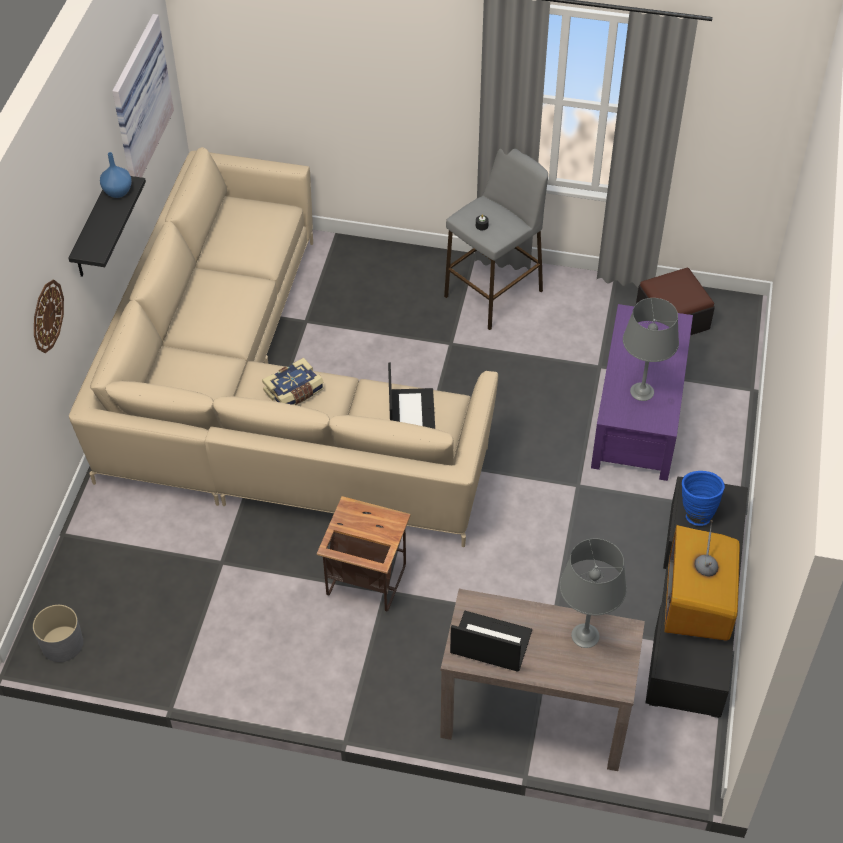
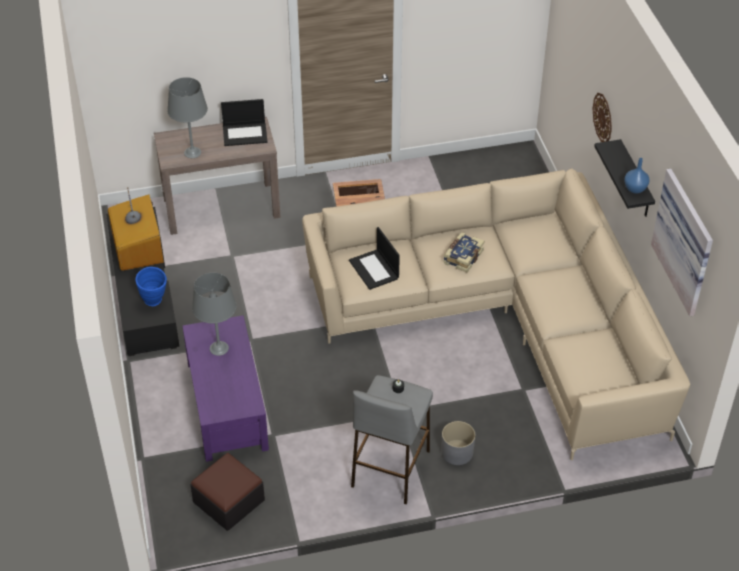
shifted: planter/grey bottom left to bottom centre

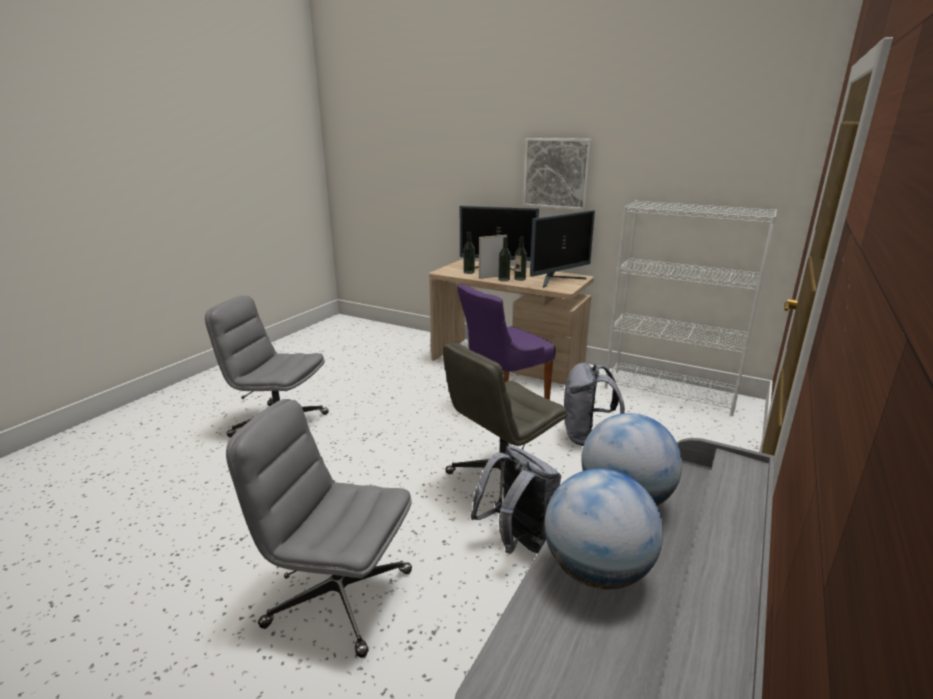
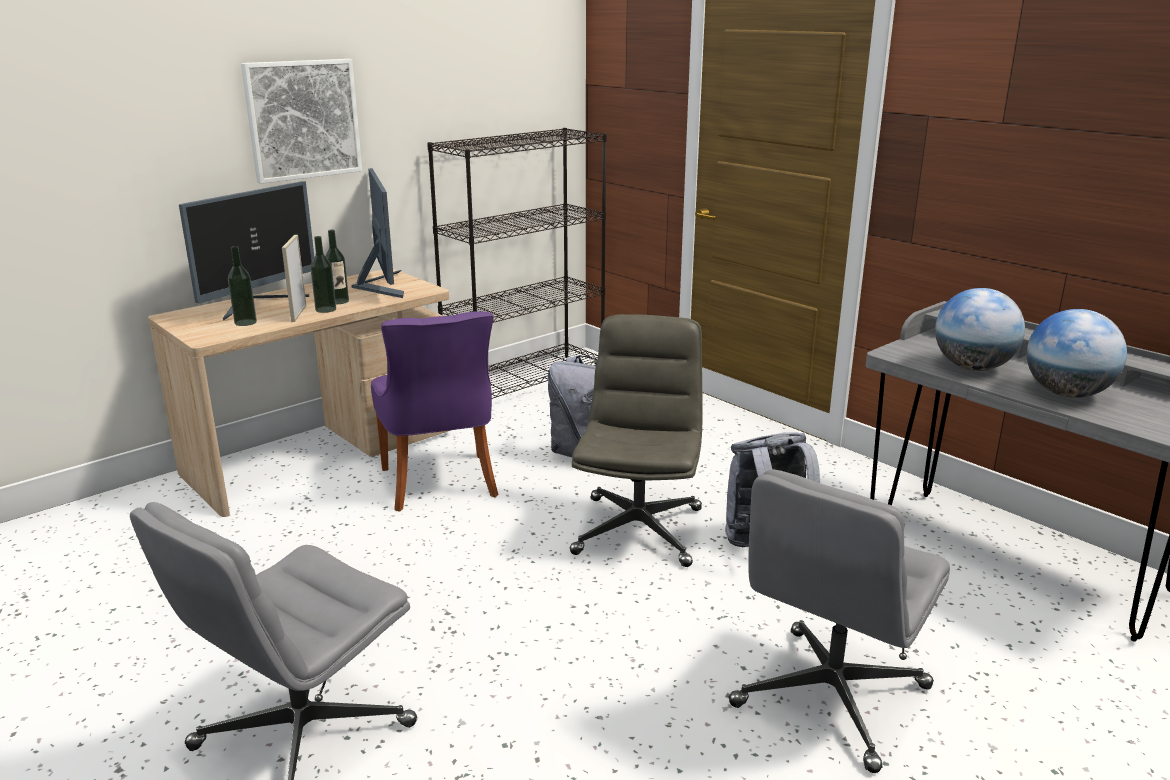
repainted: bookcase/white middle right to bookcase/black centre
rotated: office chair/grey (no. 3 from left in the first image) centre = centre 150 degrees counterclockwise

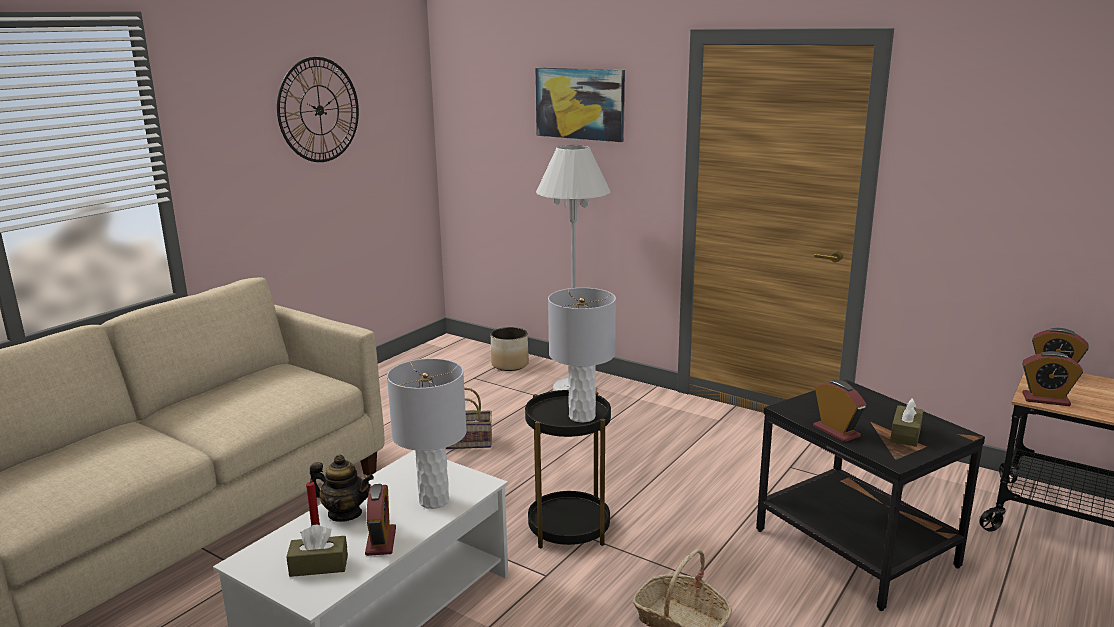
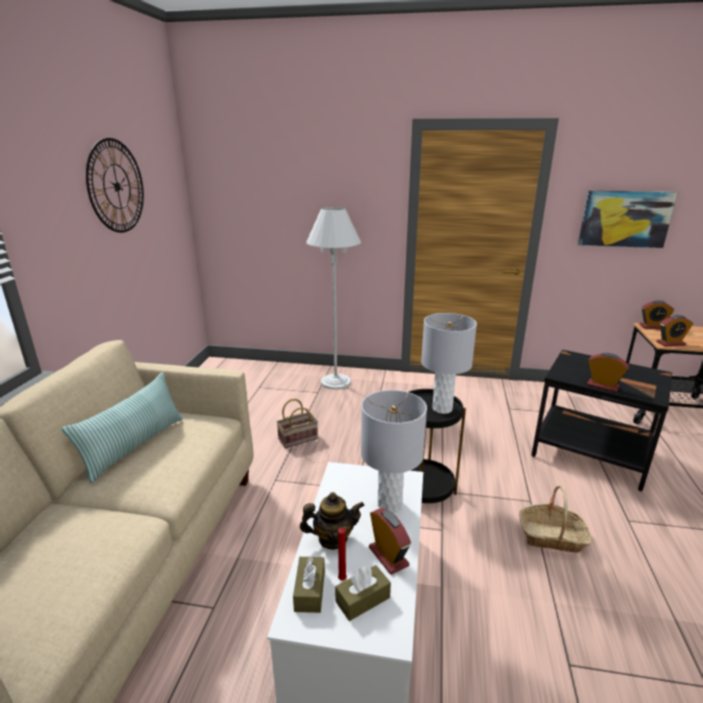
gone: planter centre
new: pillow middle left
shifted: picture top centre to top right; tissue box/brown (no. 2 from left in the first image) bottom right to tissue box/brown (no. 1 from left) bottom centre

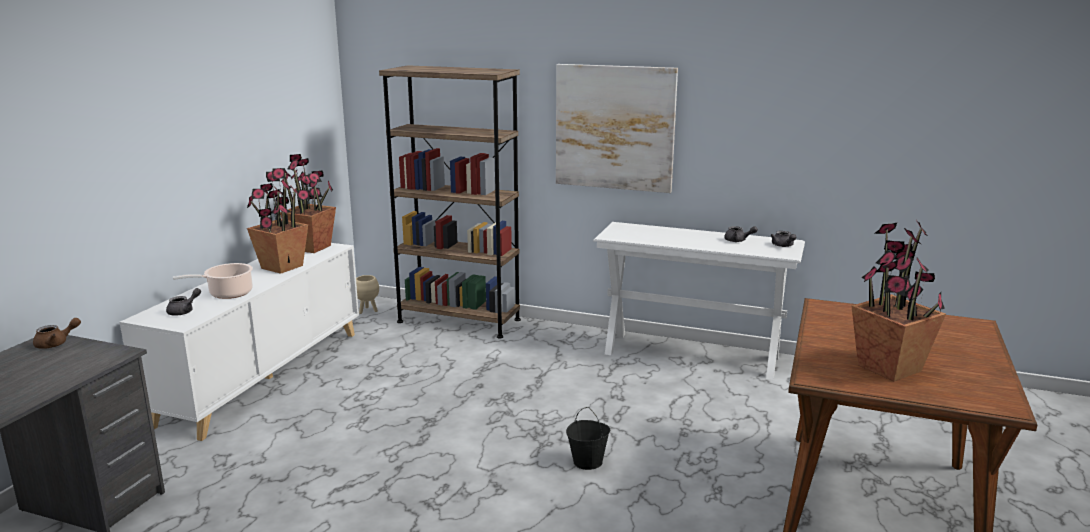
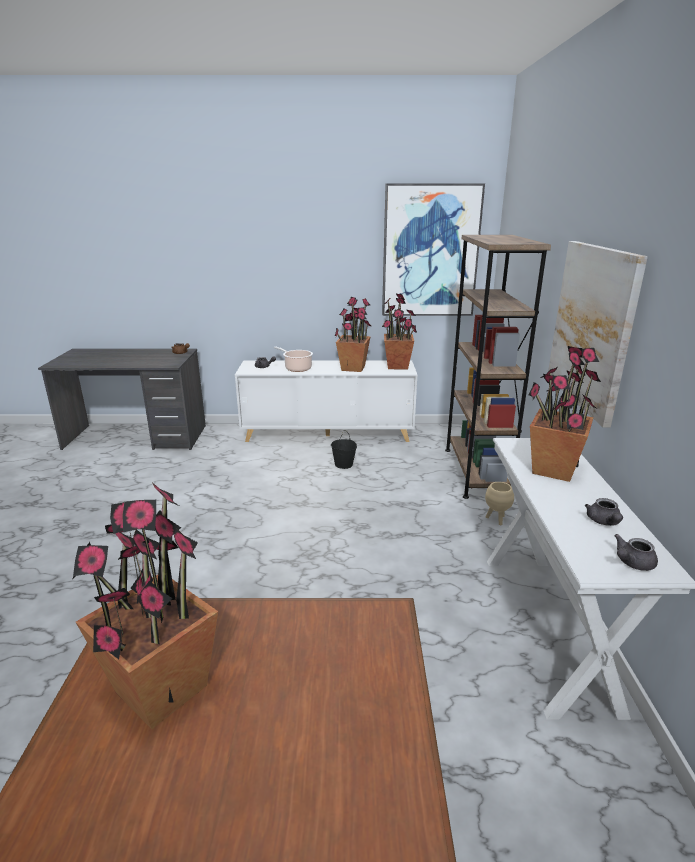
new: picture (no. 1 from left) top centre; potted plant (no. 4 from left) middle right
shifted: planter/beige centre to middle right; bucket/black bottom centre to centre

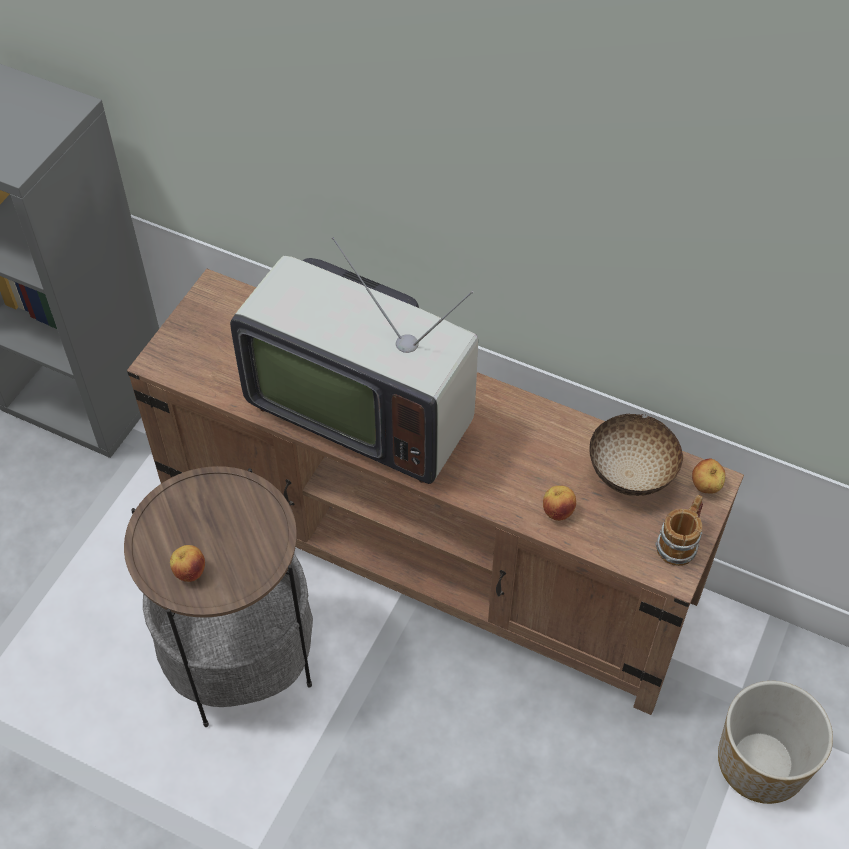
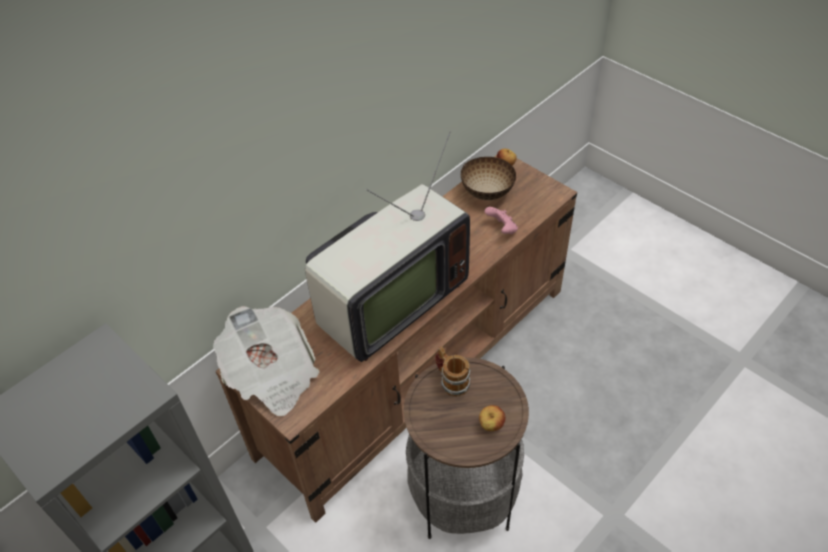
gone: planter bottom right
new: newspaper middle left
shifted: mug middle right to bottom centre
swapped: apple (no. 2 from left) centre to game controller/pink centre

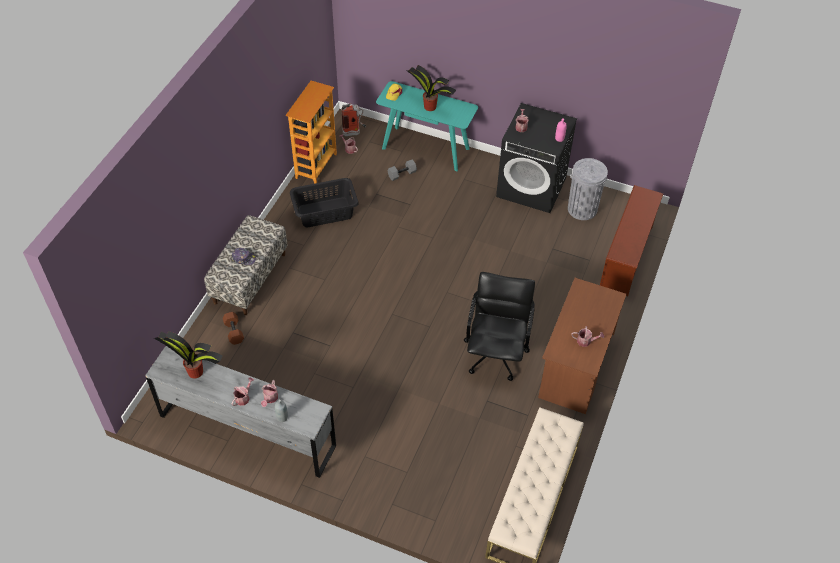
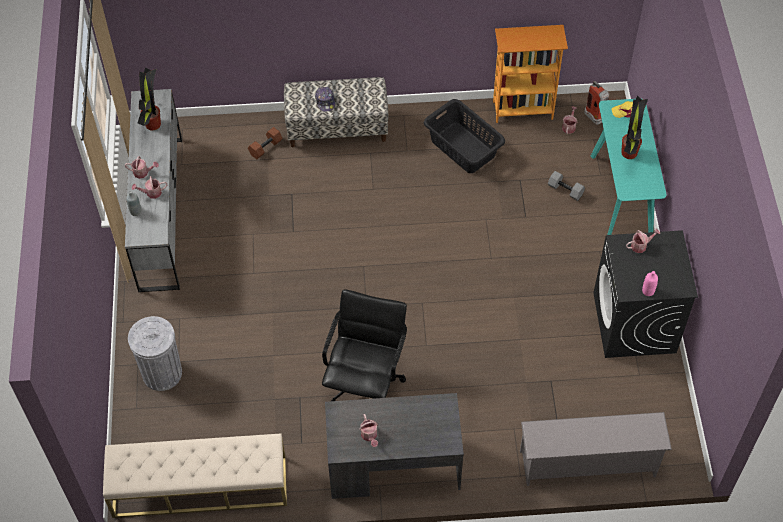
shifted: trash can/grey middle right to bottom left
repainted: desk/brown middle right to desk/grey bottom centre; shoe rack/brown middle right to shoe rack/grey bottom right
rotated: office chair/black centre = centre 60 degrees counterclockwise

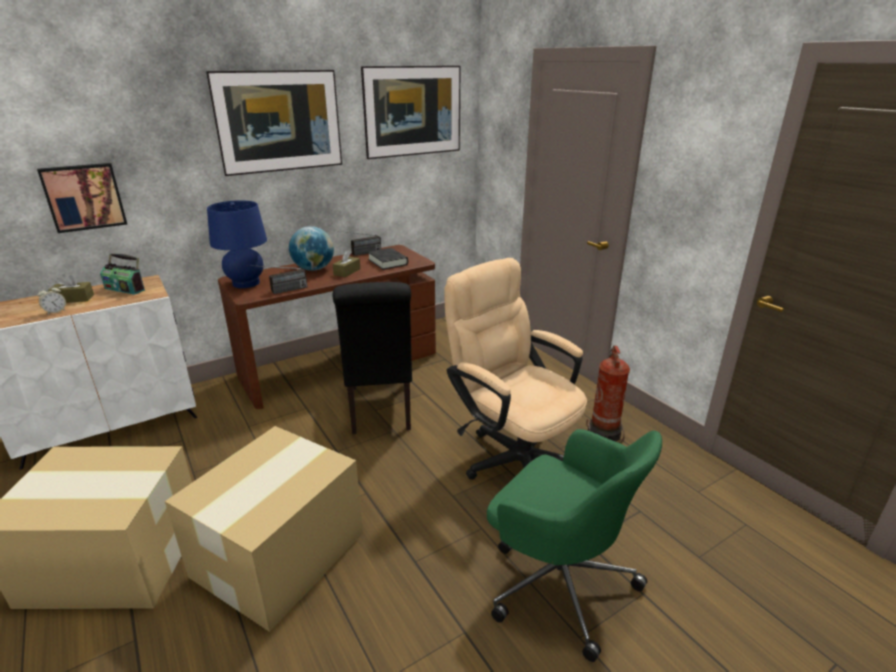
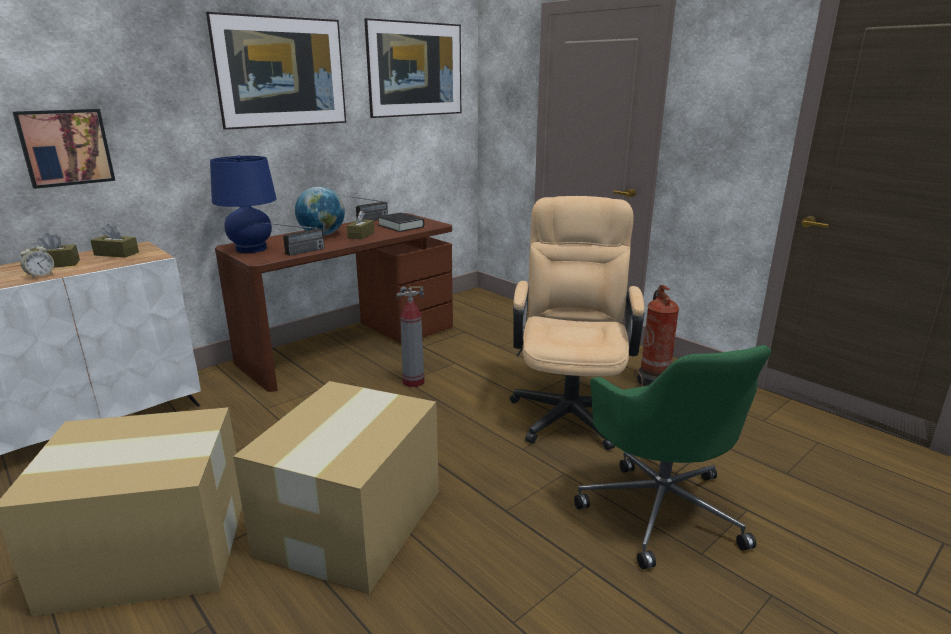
swapped: radio (no. 1 from left) middle left to tissue box/brown (no. 2 from left) middle left; chair/black centre to fire extinguisher (no. 1 from left) centre
rotated: office chair/beige centre = centre 60 degrees clockwise; office chair/green bottom centre = bottom right 45 degrees clockwise

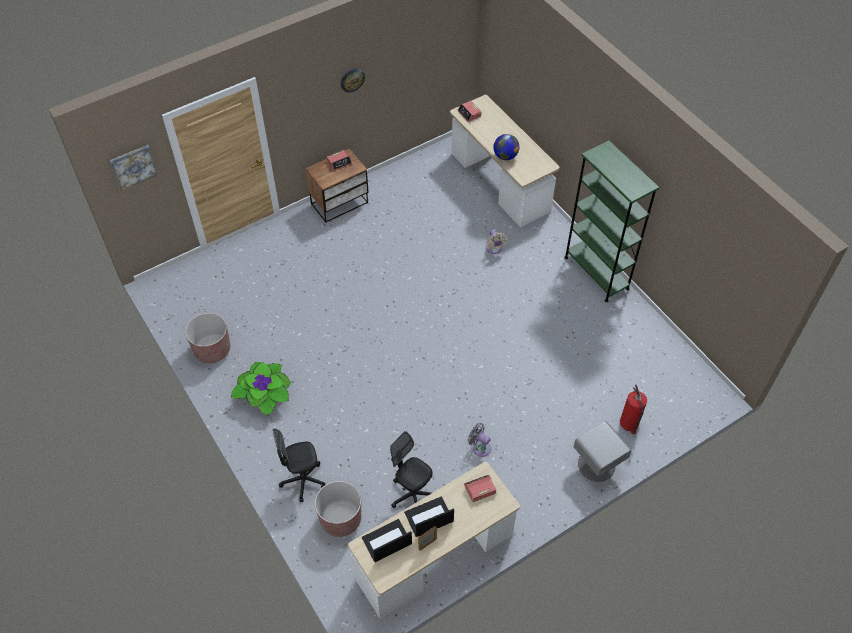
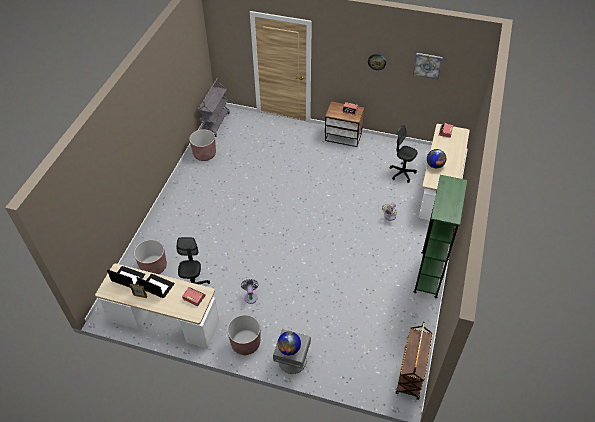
gone: potted plant middle left; fire extinguisher middle right
new: cart/grey top centre; planter/brown (no. 3 from left) bottom centre; globe (no. 1 from left) bottom centre; cart/brown bottom right
shifted: picture top left to top right; office chair/black (no. 1 from left in the first image) bottom centre to office chair/black (no. 2 from left) middle right

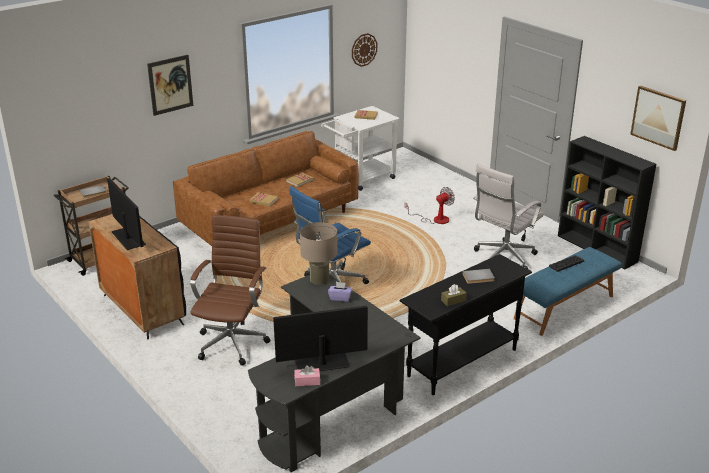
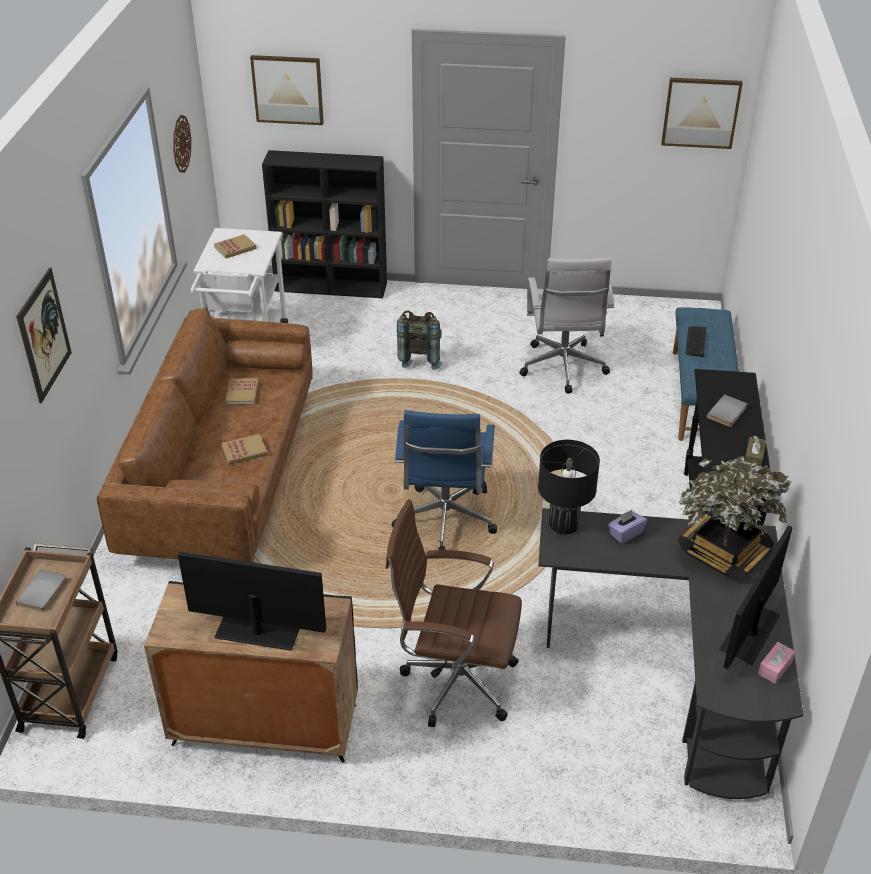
new: picture (no. 2 from left) top left; potted plant middle right
shifted: bookcase/black middle right to top centre
swapped: fan centre to backpack/grey centre
repainted: table lamp/beige centre to table lamp/black centre
rotated: office chair/brown middle left = bottom centre 45 degrees counterclockwise

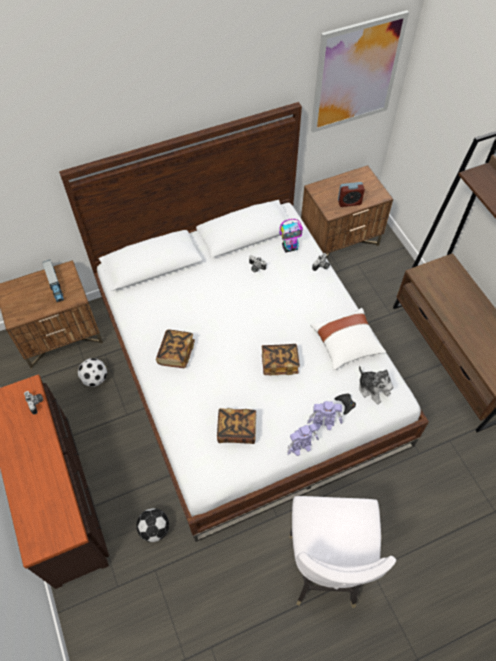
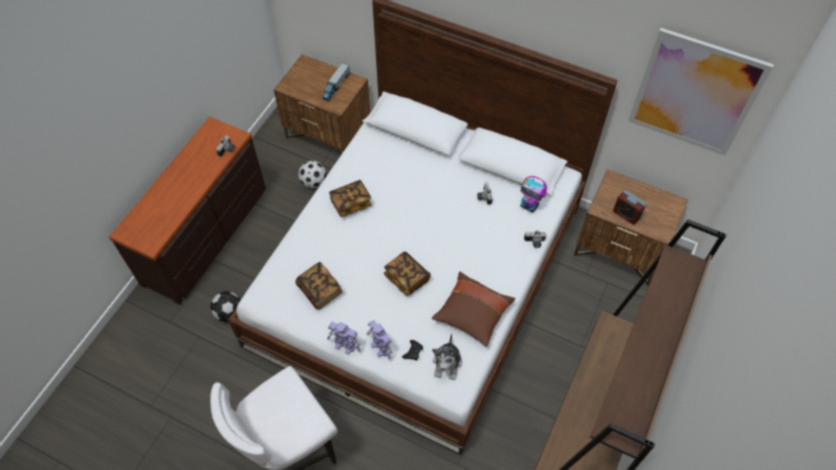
repainted: pillow/white middle right to pillow/brown centre

